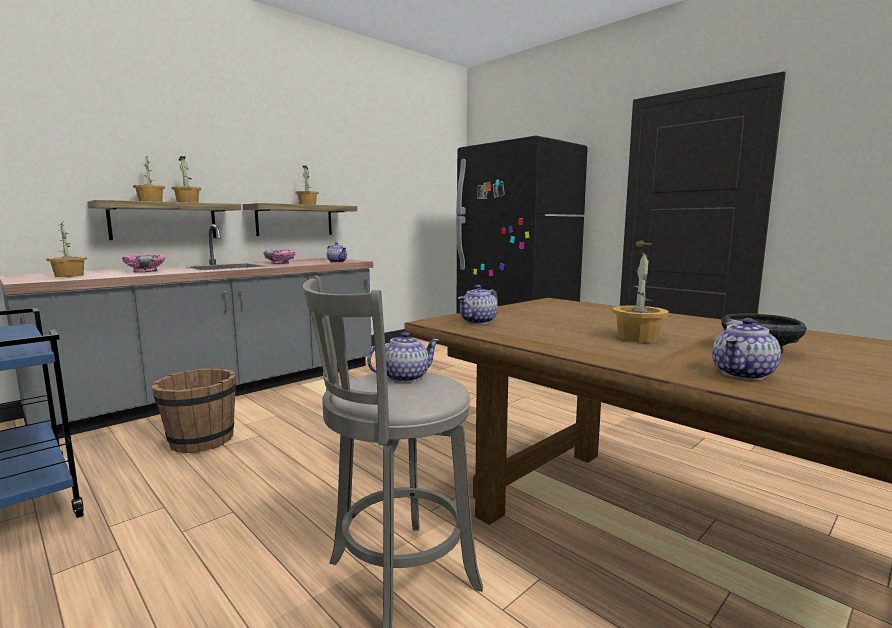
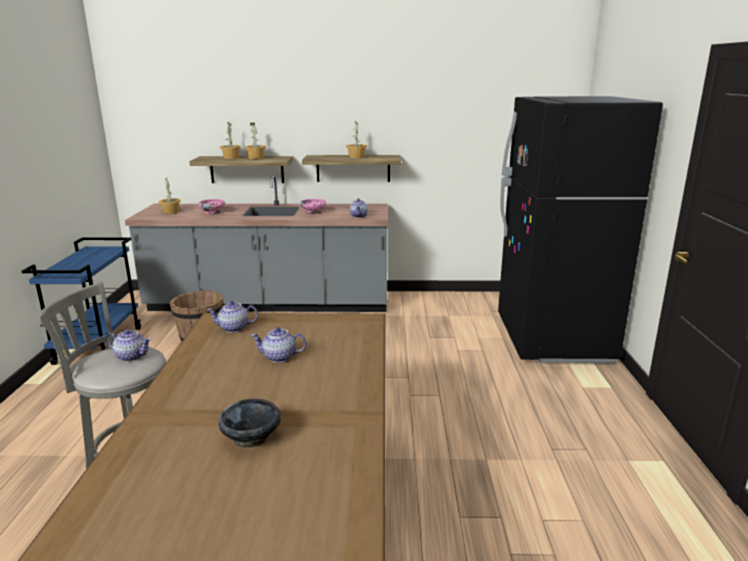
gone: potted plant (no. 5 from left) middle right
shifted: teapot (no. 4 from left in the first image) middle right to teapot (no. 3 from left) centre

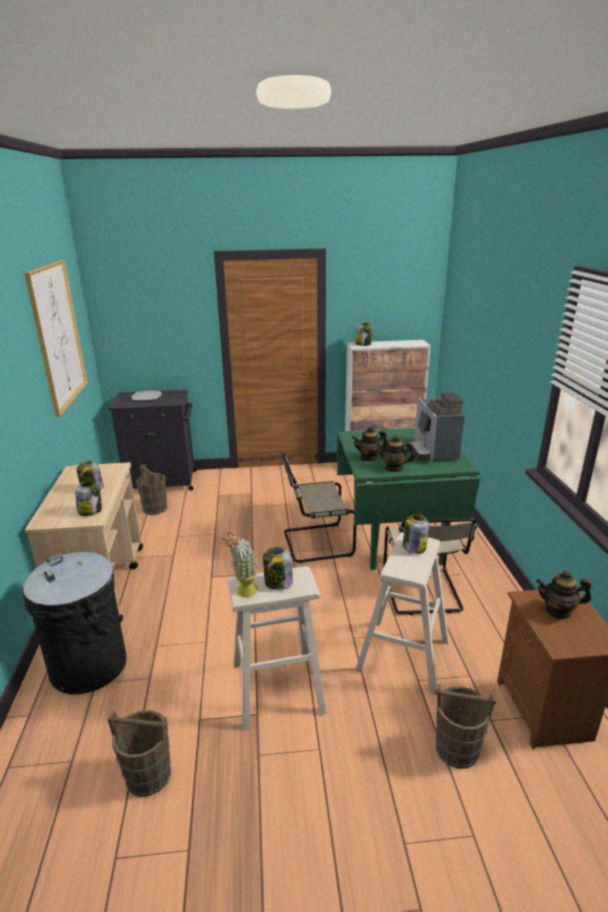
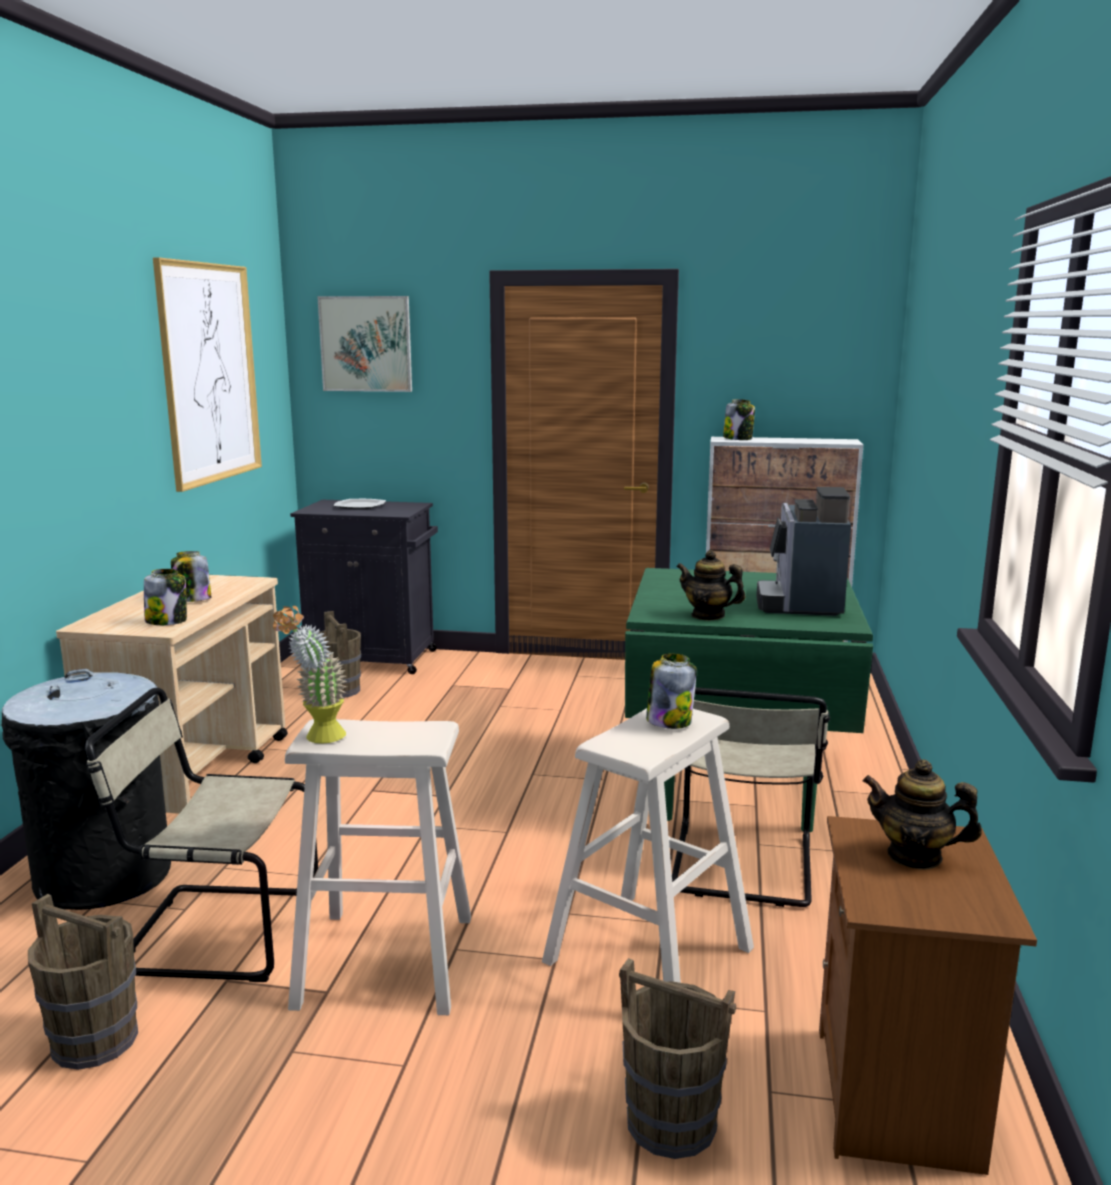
gone: jar (no. 3 from left) centre; teapot (no. 1 from left) centre
new: picture (no. 2 from left) top left
shifted: chair/beige (no. 1 from left) centre to bottom left

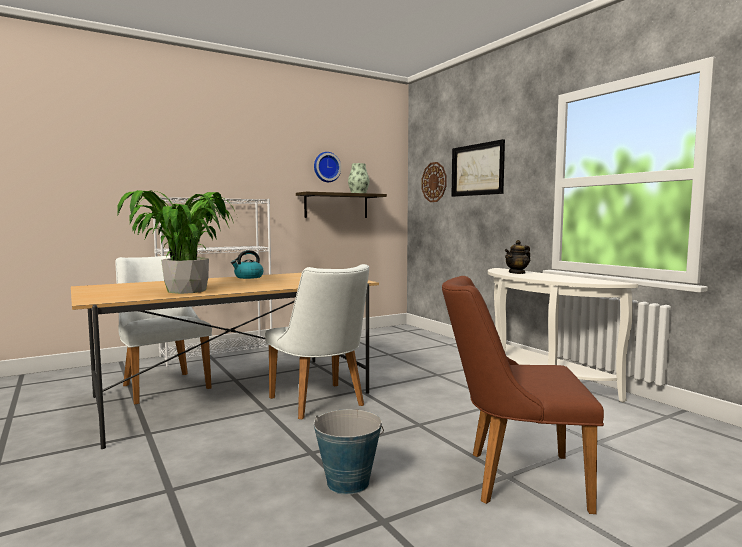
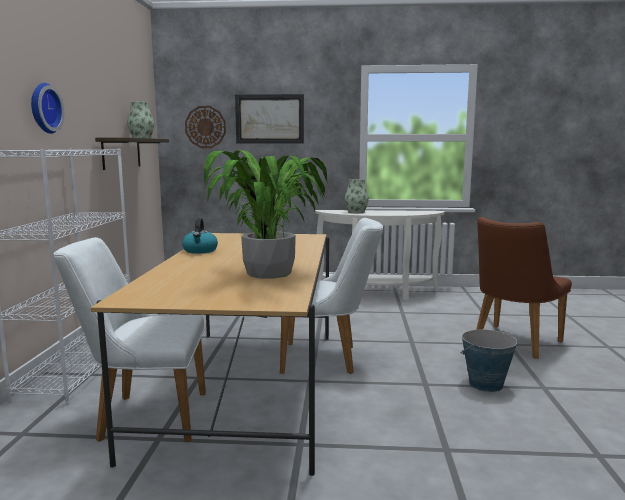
shifted: wall clock (no. 1 from left) top centre to top left
swapped: teapot middle right to vase (no. 2 from left) centre

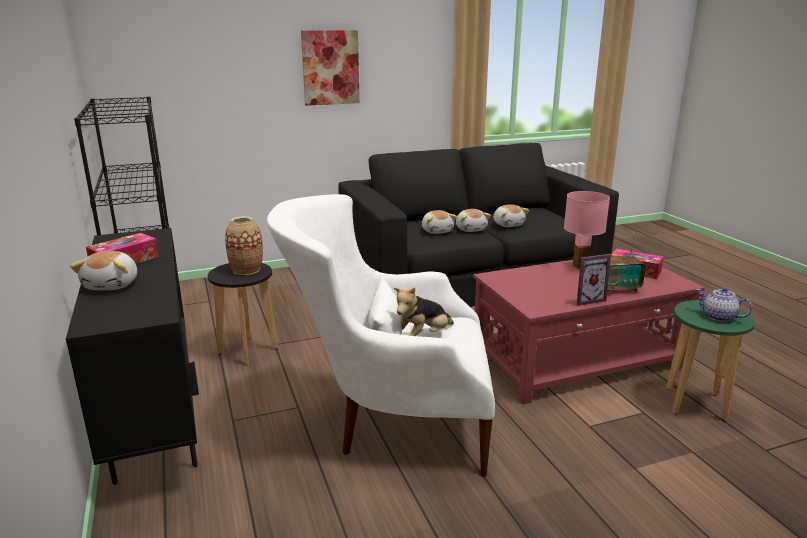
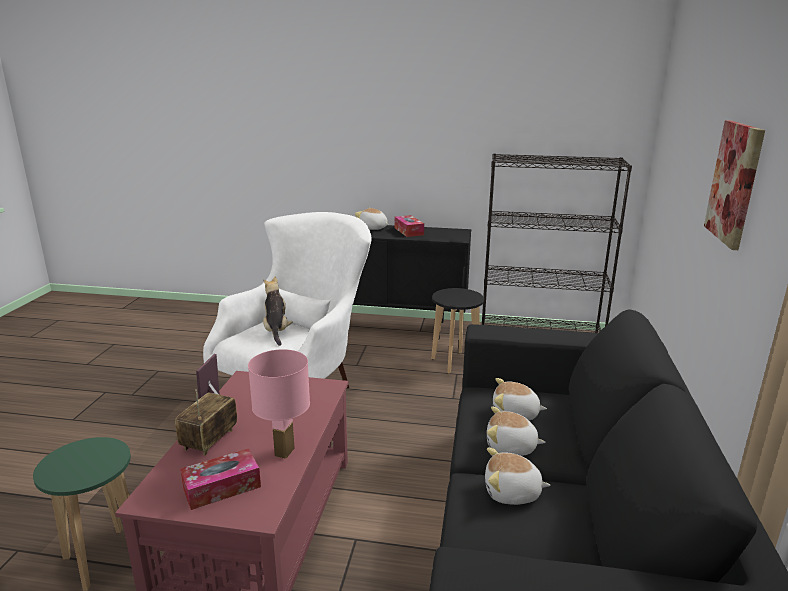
gone: vase middle left; teapot middle right

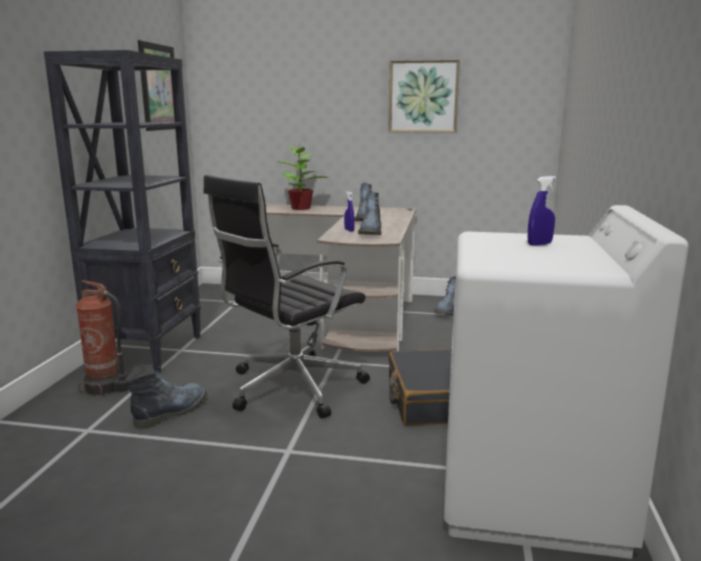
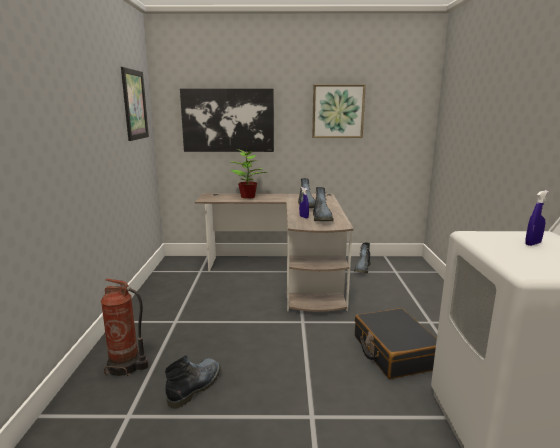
gone: bookcase/black middle left; office chair/black centre
new: picture (no. 2 from left) top centre

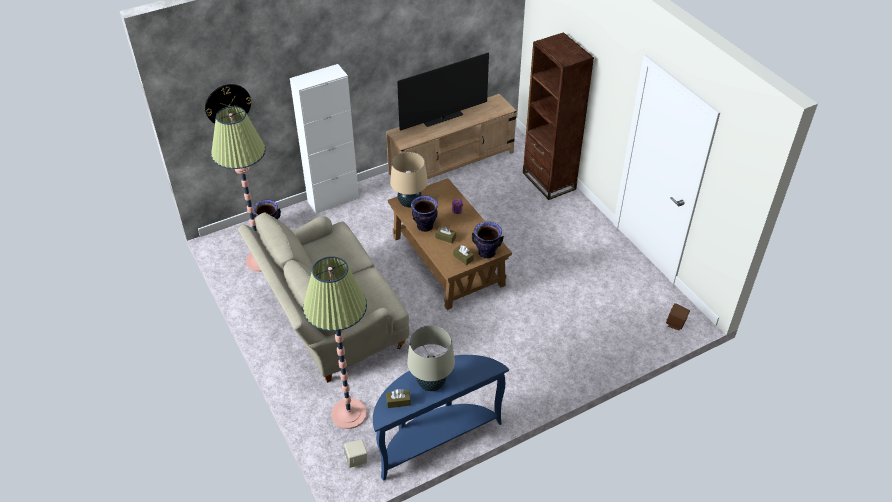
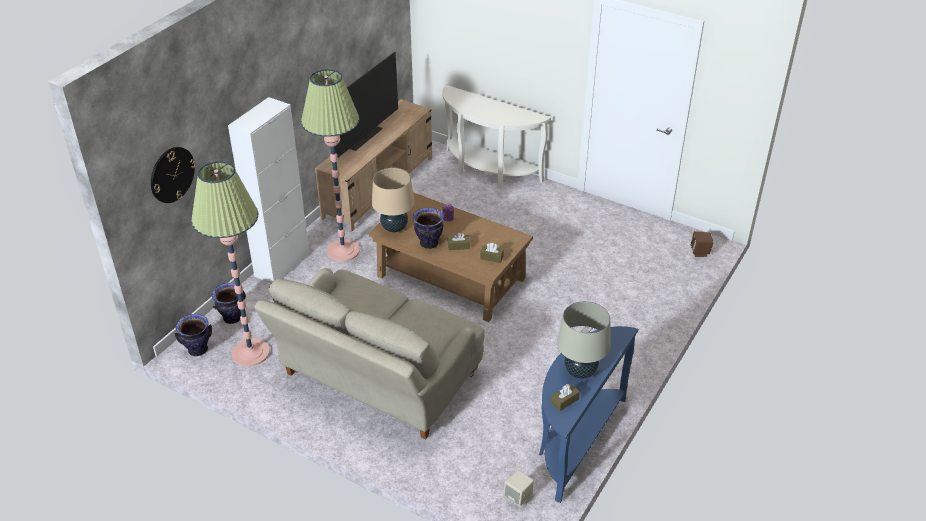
shifted: floor lamp (no. 2 from left) bottom centre to top centre; vase (no. 3 from left in the first image) centre to vase (no. 1 from left) middle left
swapped: bookcase/brown top centre to console table/white top centre

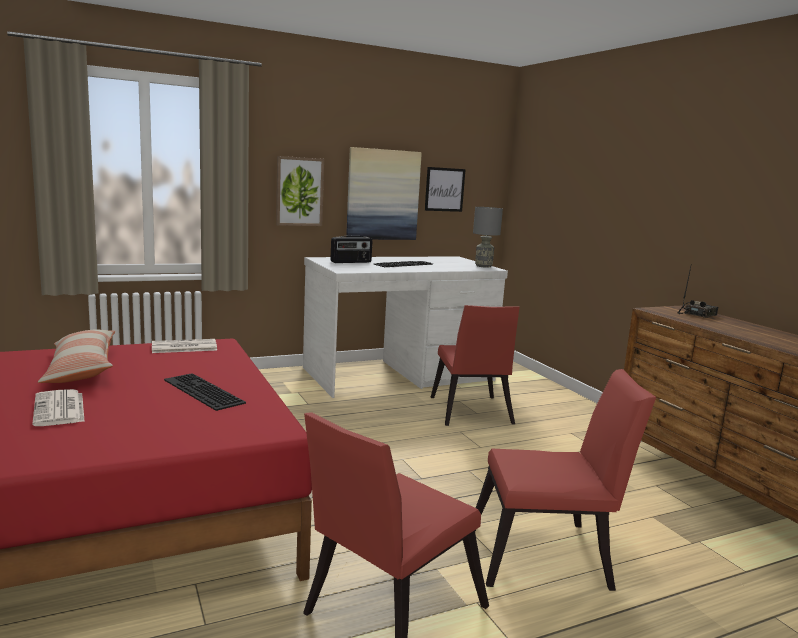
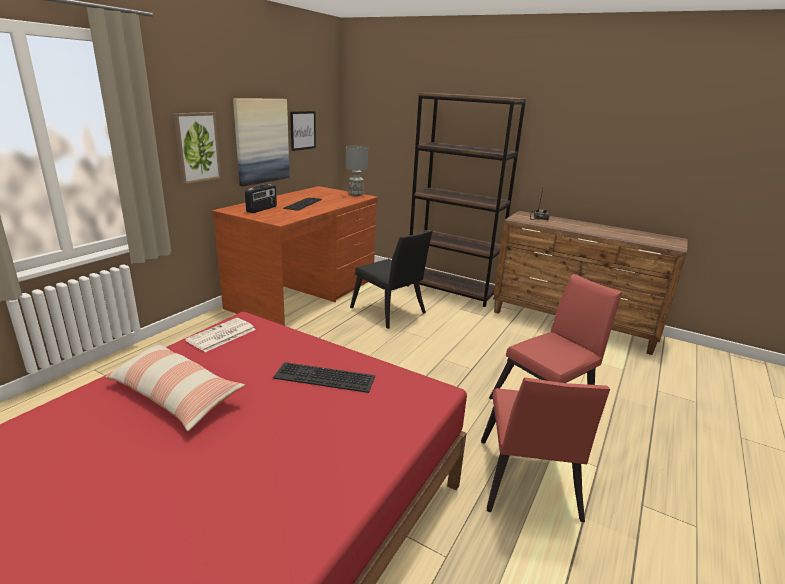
gone: newspaper (no. 1 from left) middle left
new: bookcase/brown centre
repainted: desk/white centre to desk/brown centre; chair/red (no. 2 from left) centre to chair/black centre

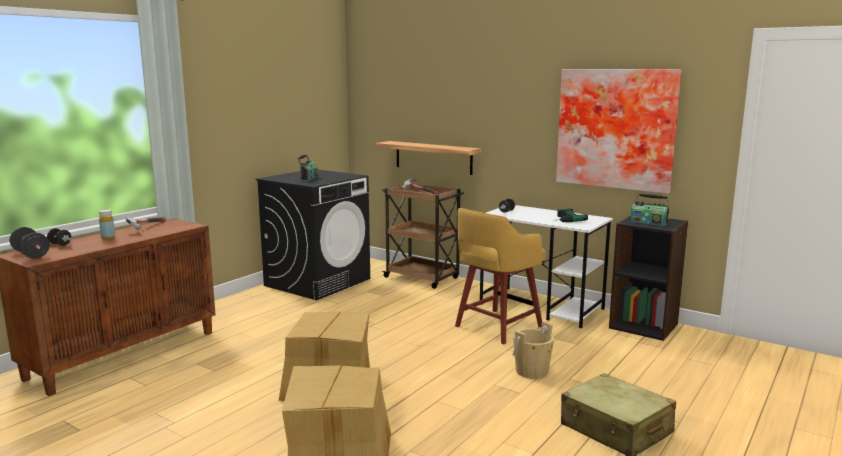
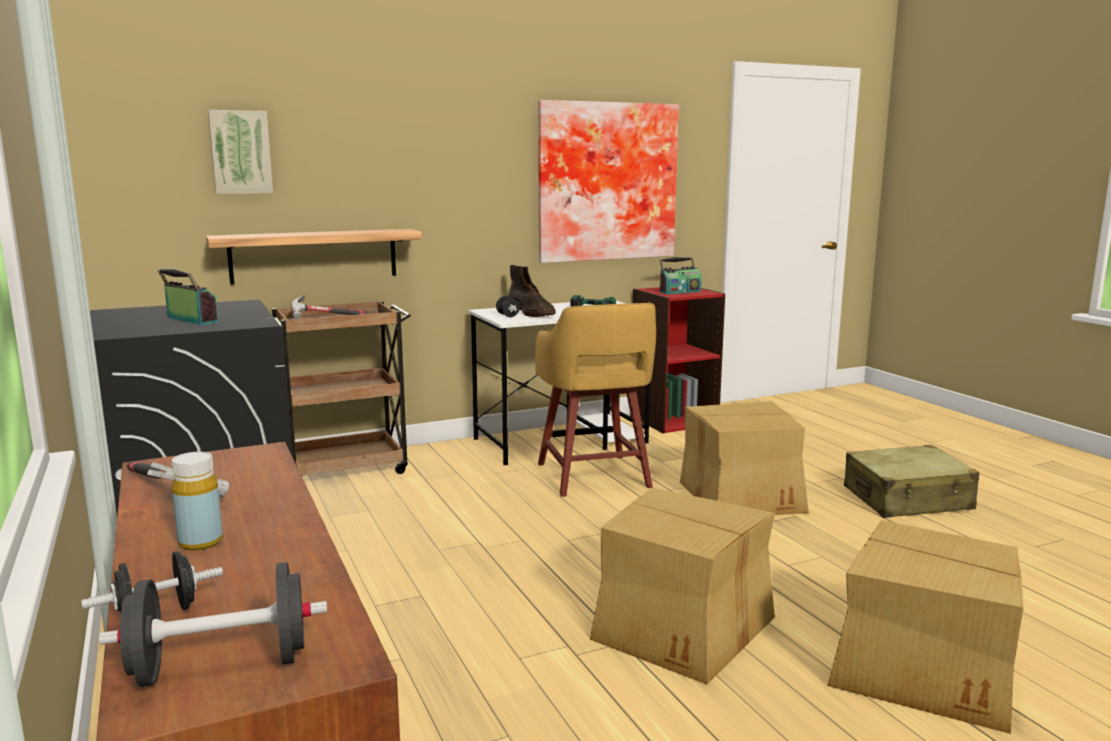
new: picture (no. 1 from left) top left; boot/brown centre
swapped: bucket/beige bottom centre to cardboard box (no. 2 from left) middle right
repainted: bookcase/black middle right to bookcase/red centre

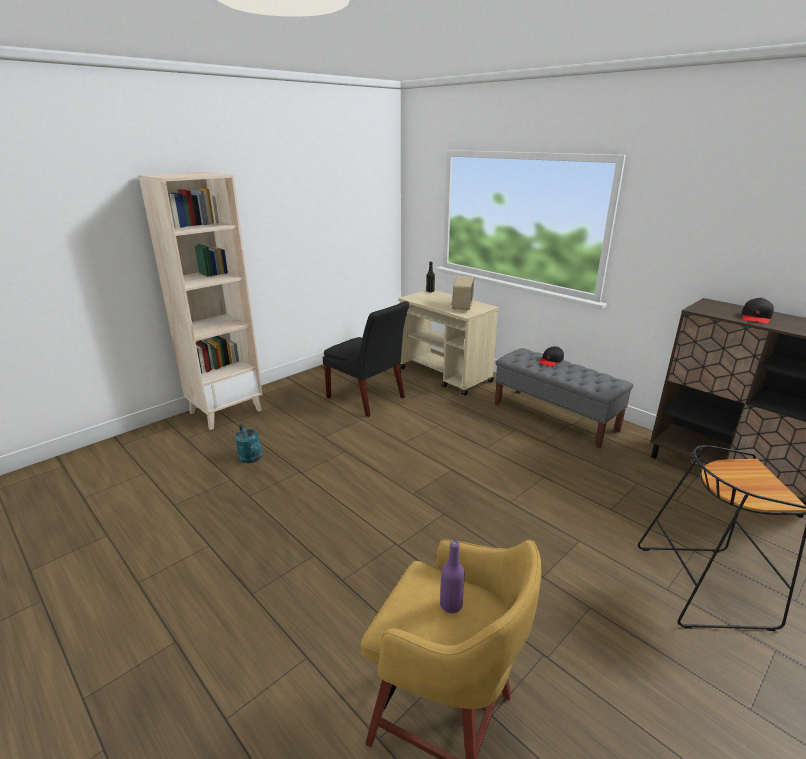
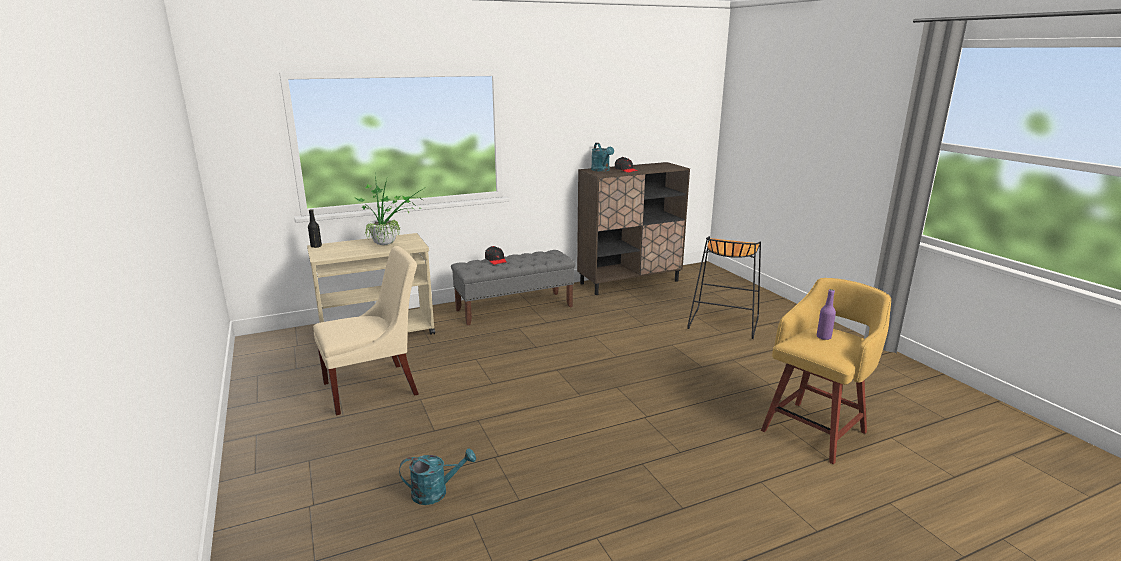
gone: bookcase/beige middle left
new: watering can/turquoise (no. 2 from left) top centre
swapped: radio centre to potted plant centre
repainted: chair/black centre to chair/beige middle left

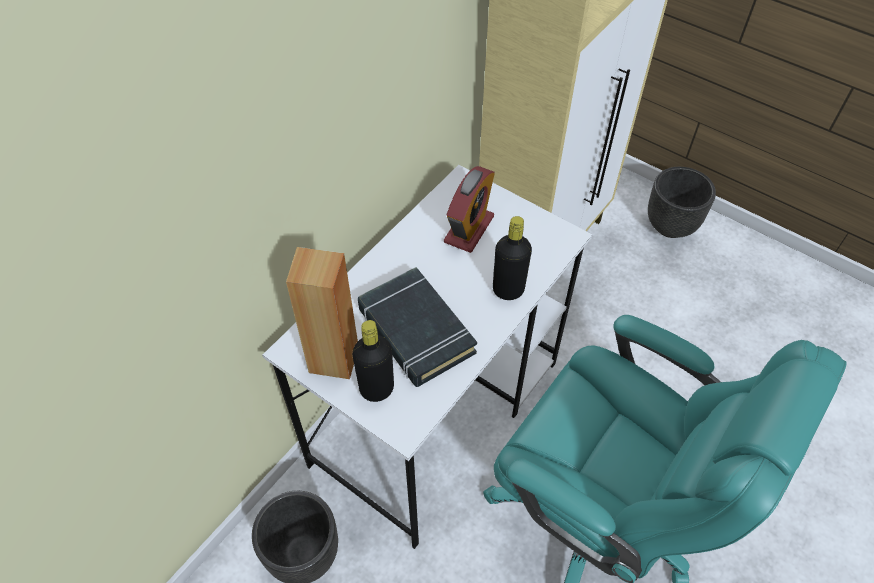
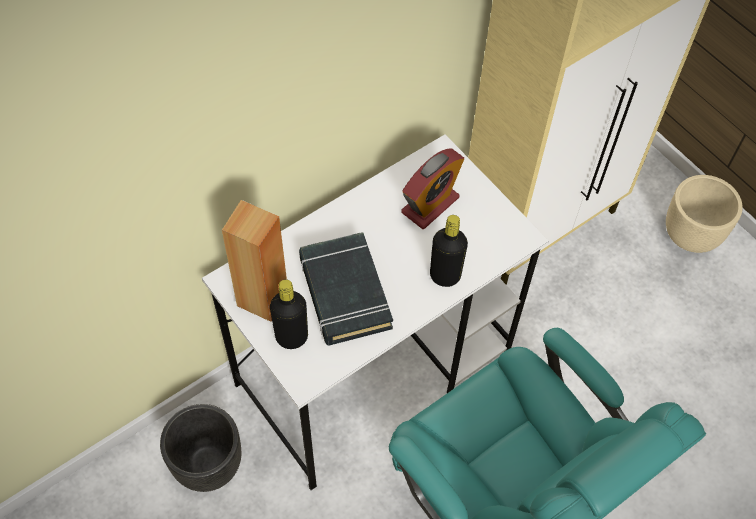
repainted: planter/black (no. 2 from left) middle right to planter/beige middle right

